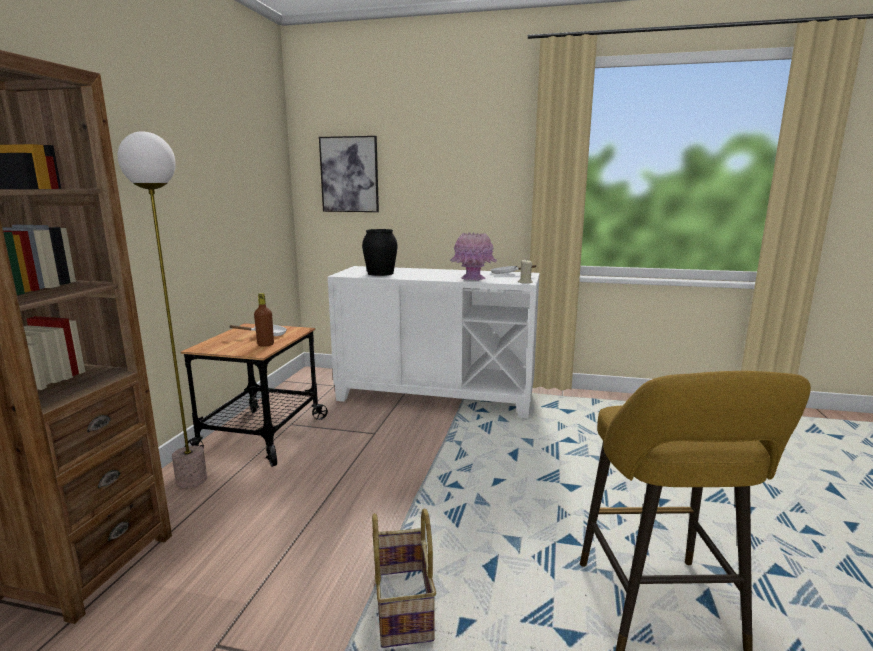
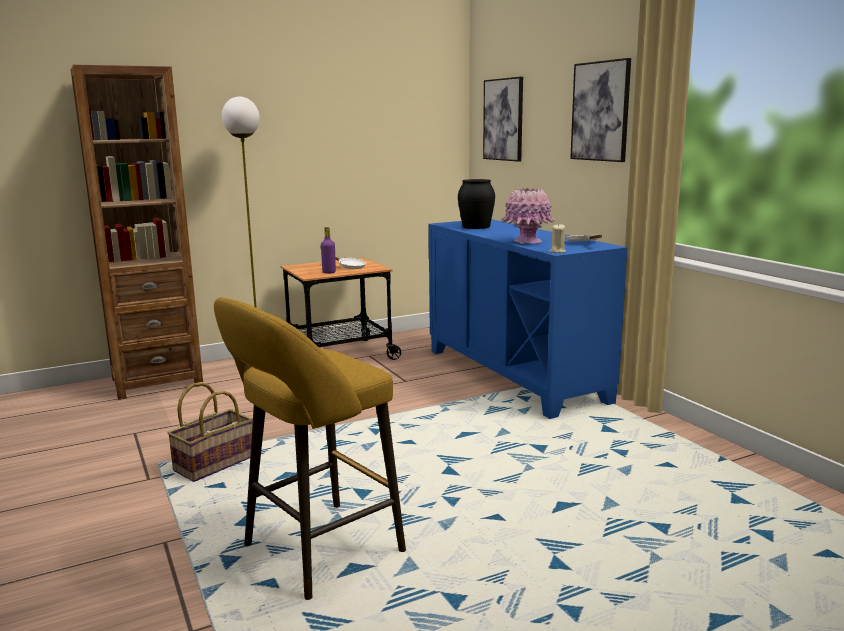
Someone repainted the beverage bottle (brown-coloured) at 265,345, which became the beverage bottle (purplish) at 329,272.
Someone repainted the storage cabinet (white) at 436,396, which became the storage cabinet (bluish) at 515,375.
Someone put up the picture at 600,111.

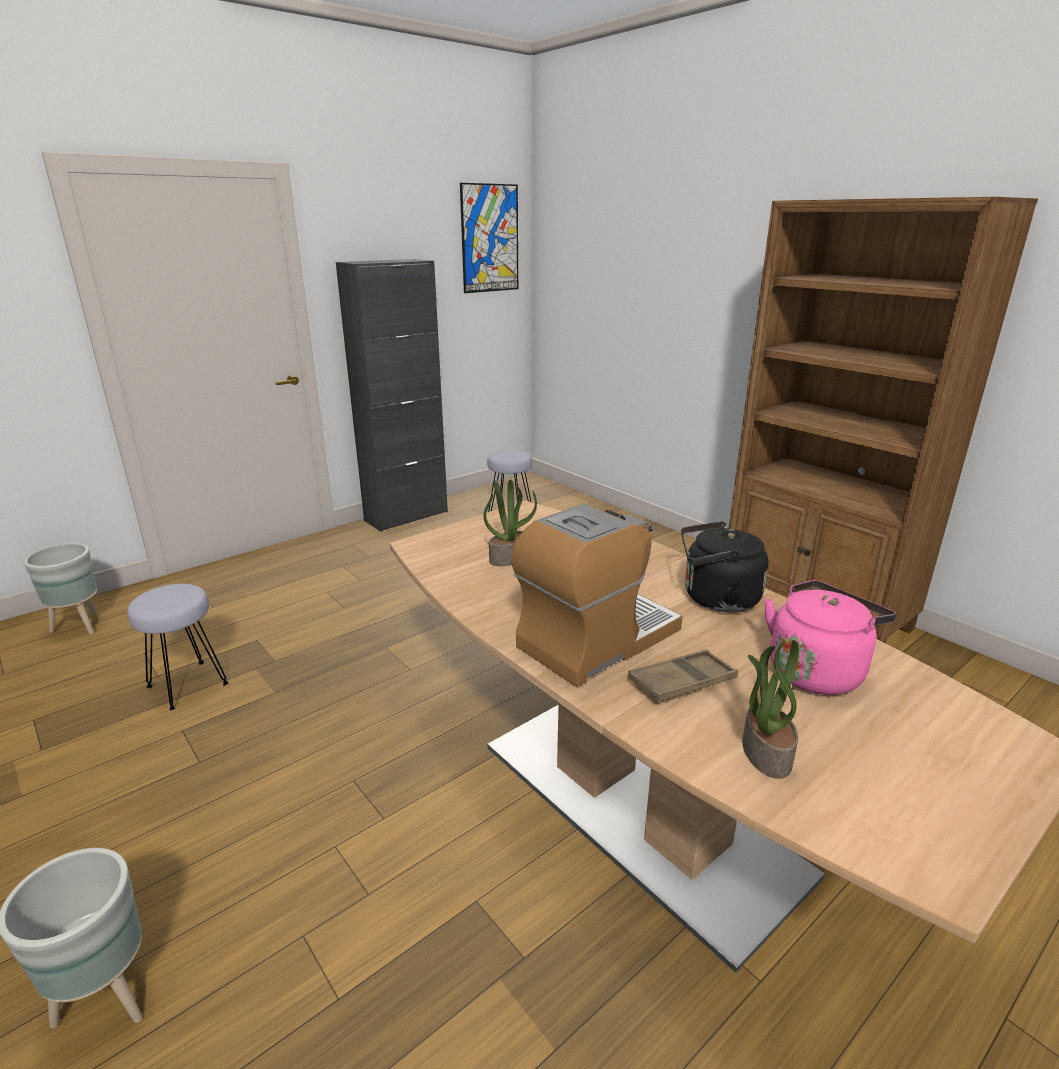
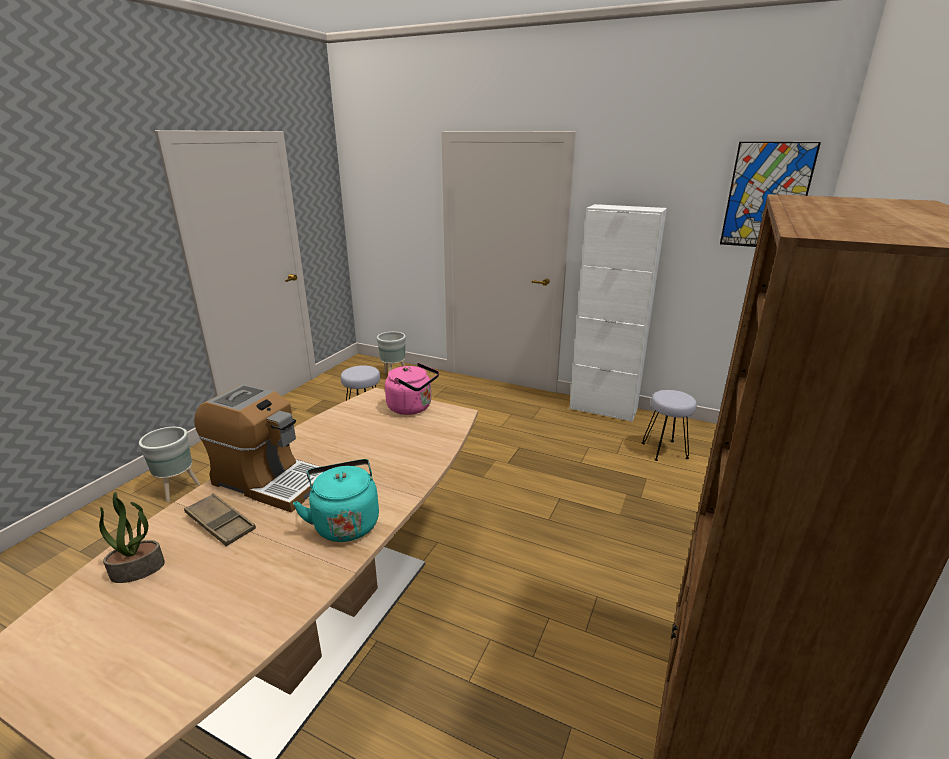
Someone repainted the kettle (black-coloured) at 716,599, which became the kettle (blue-green) at 345,522.
Someone carried the kettle (pink) from 817,670 to 412,408.
Someone repainted the storage cabinet (black-coloured) at 406,516, which became the storage cabinet (white) at 603,409.
Someone took away the potted plant at 510,558.

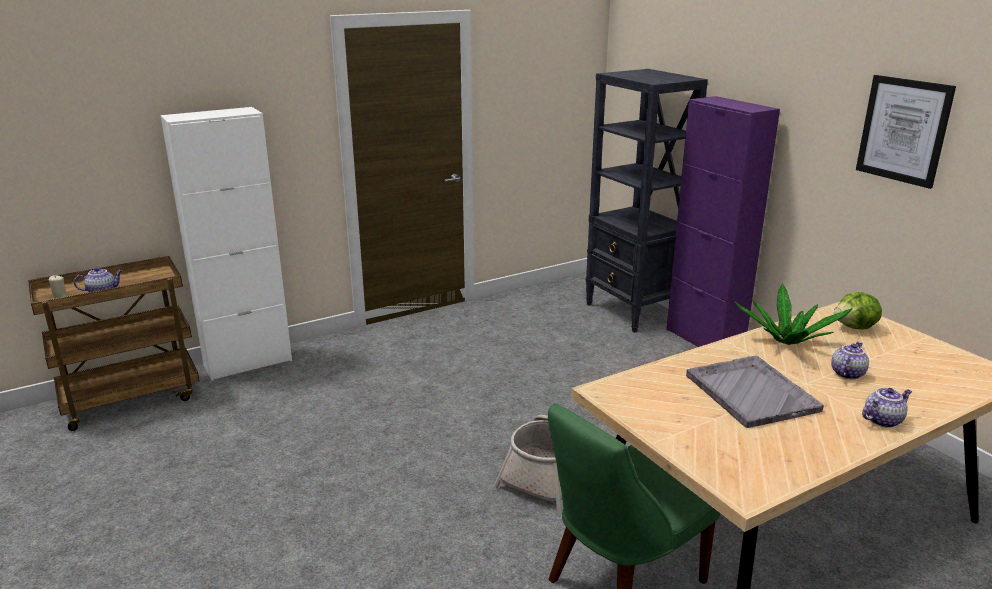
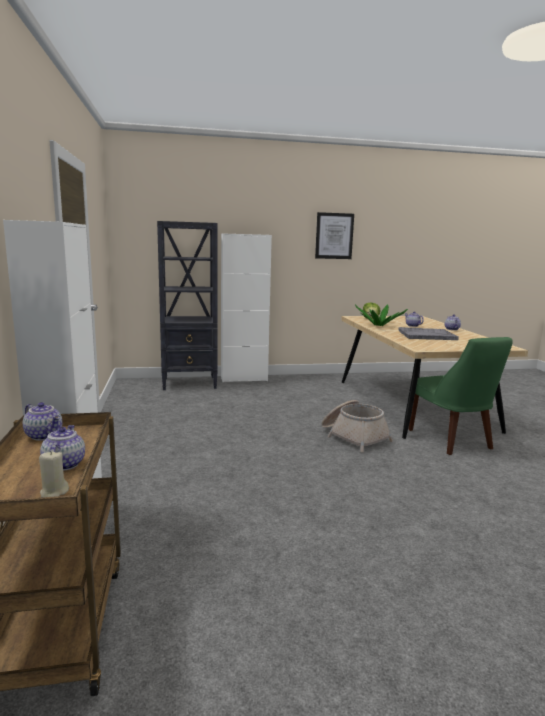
Someone put down the tea pot at 45,435.
Someone repainted the storage cabinet (purplish) at 704,340, which became the storage cabinet (white) at 244,379.

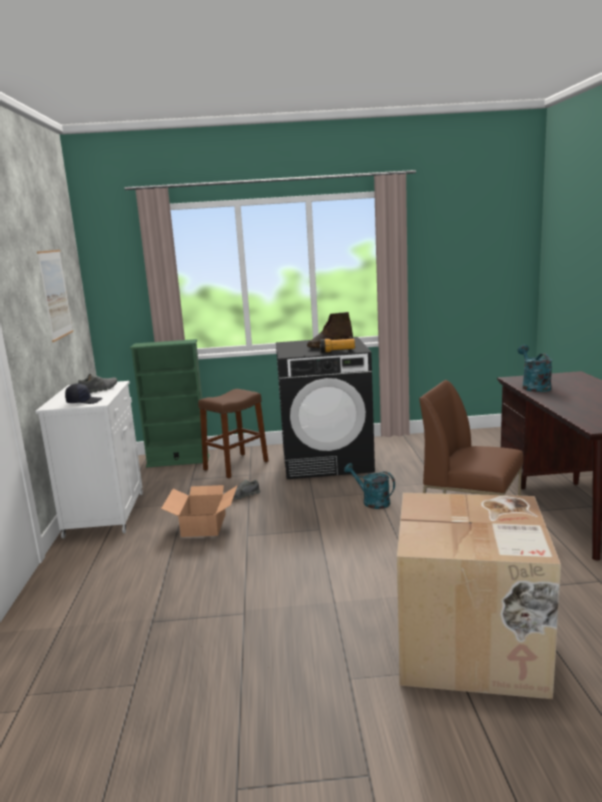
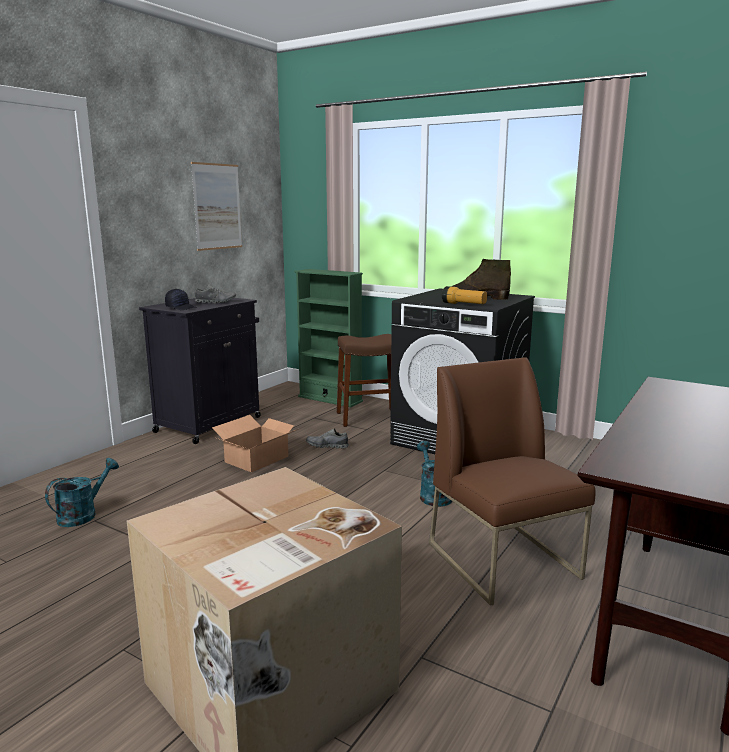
Someone carried the watering can (blue-green) from 533,386 to 83,514.
Someone repainted the storage cabinet (white) at 105,513, which became the storage cabinet (black-coloured) at 210,424.

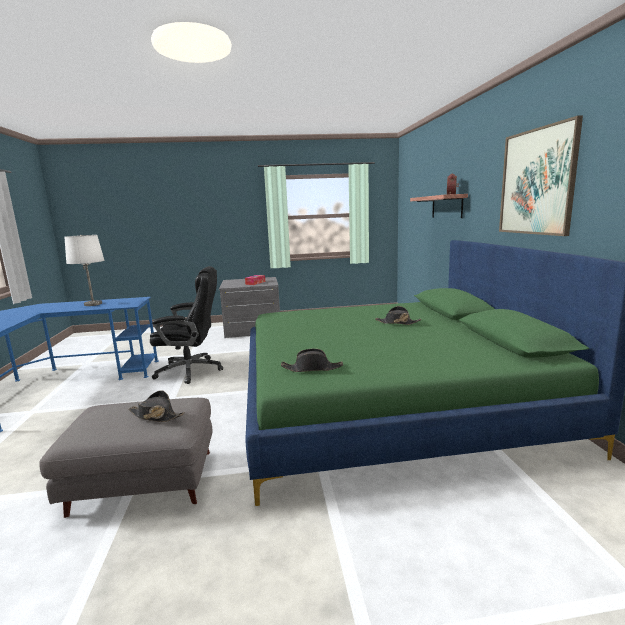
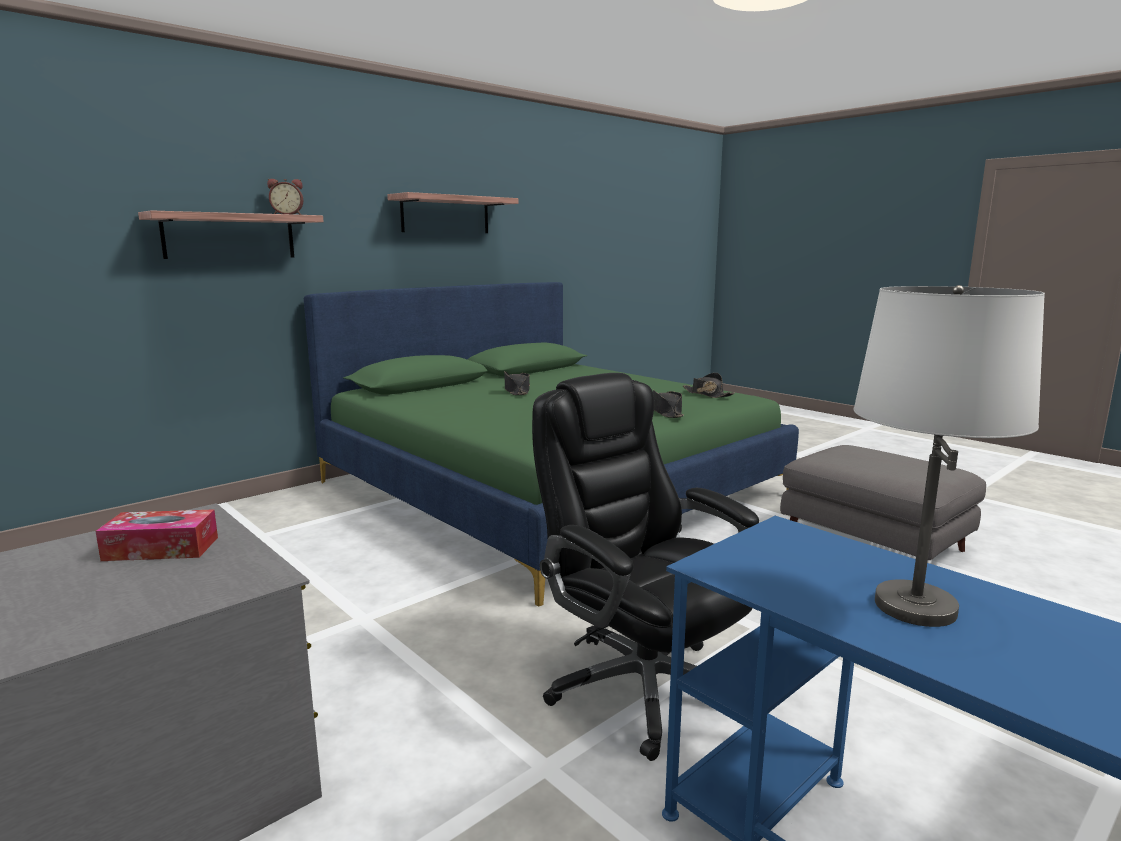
Someone swapped the picture at 536,182 for the bracket shelf at 445,215.
Someone carried the wearable hat (black-coloured) from 156,416 to 666,412.

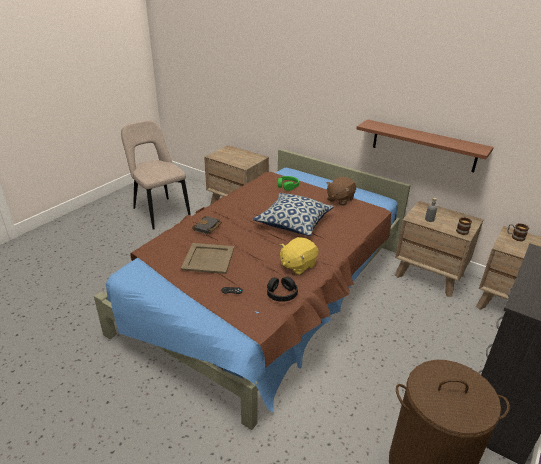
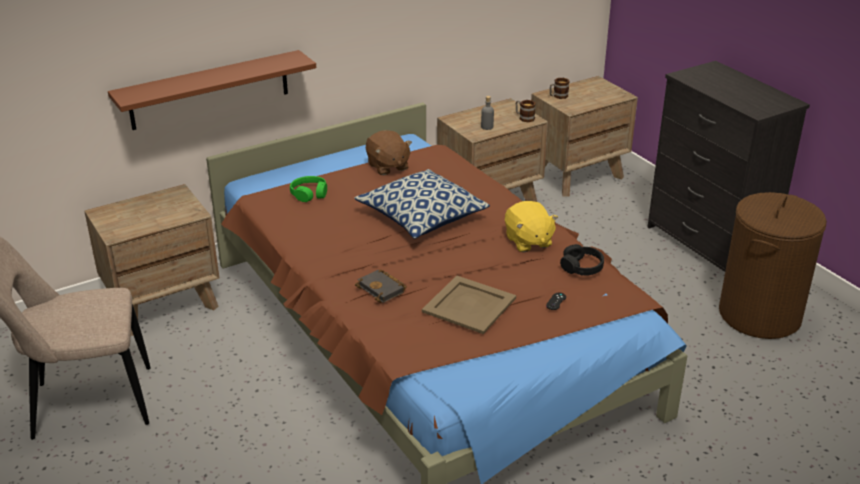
Someone carried the bracket shelf (brown-coloured) from 423,145 to 209,90.

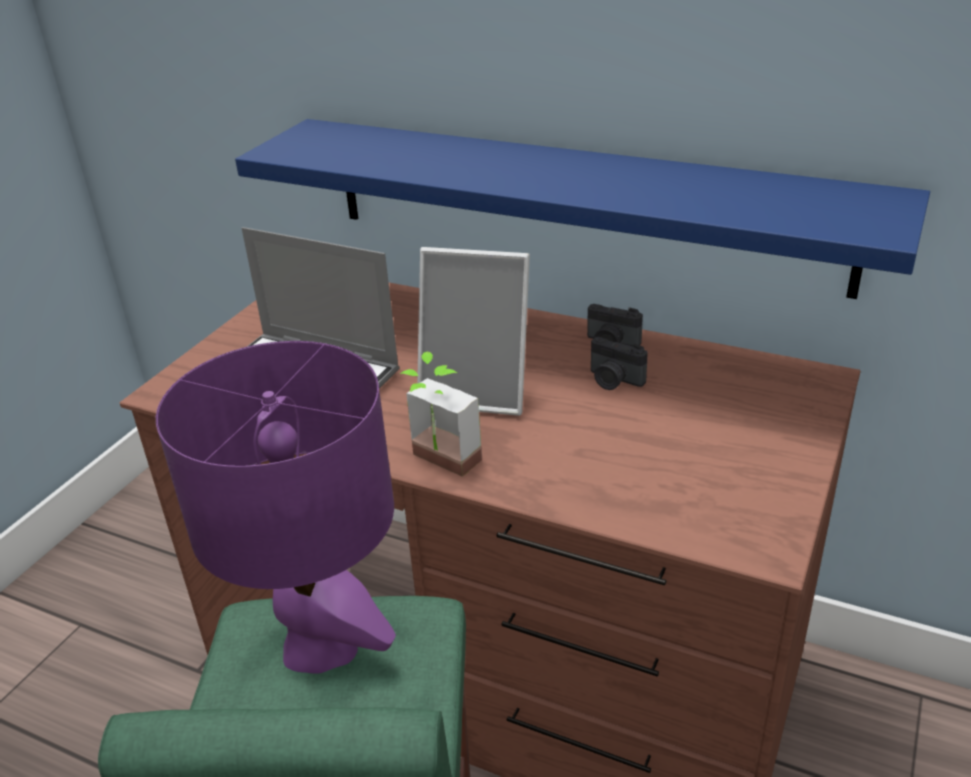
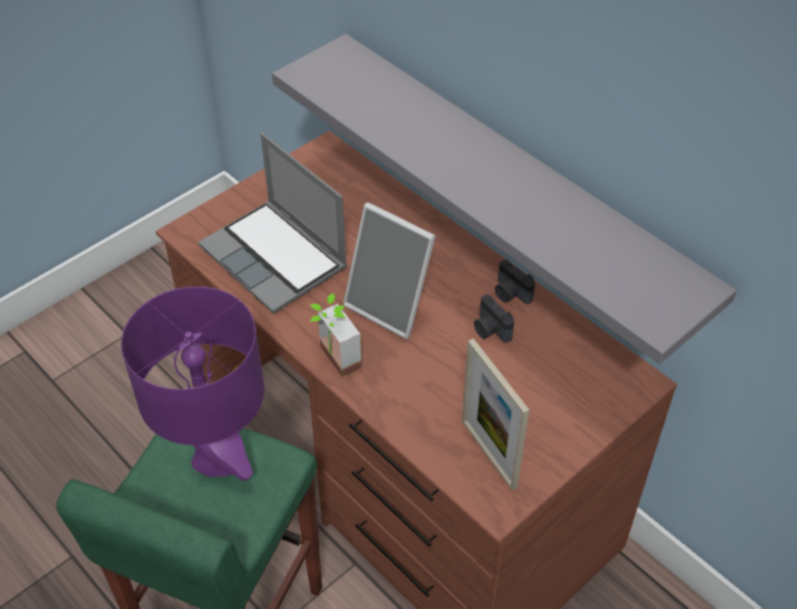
Someone repainted the bracket shelf (bluish) at 578,203, which became the bracket shelf (greyish) at 515,180.
Someone put down the picture frame at 488,453.

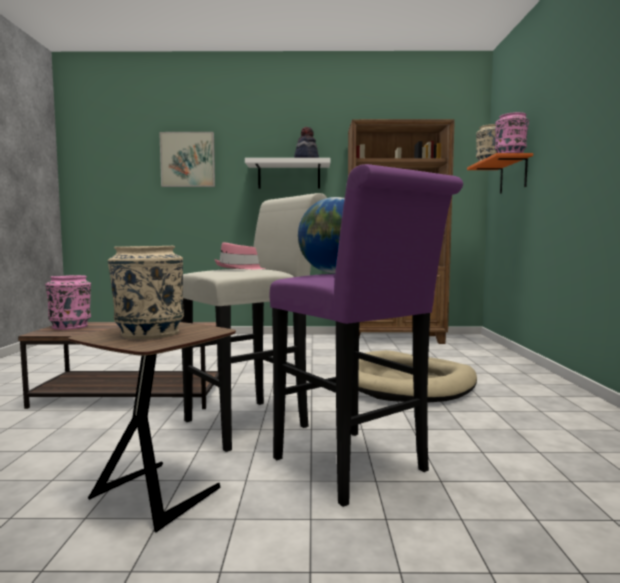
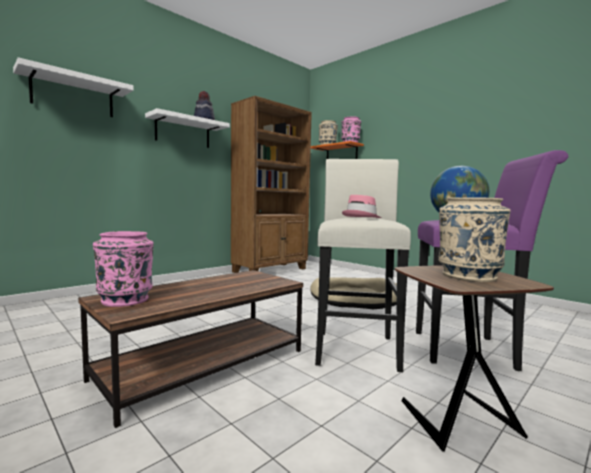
Someone swapped the picture at 187,159 for the bracket shelf (white) at 73,95.

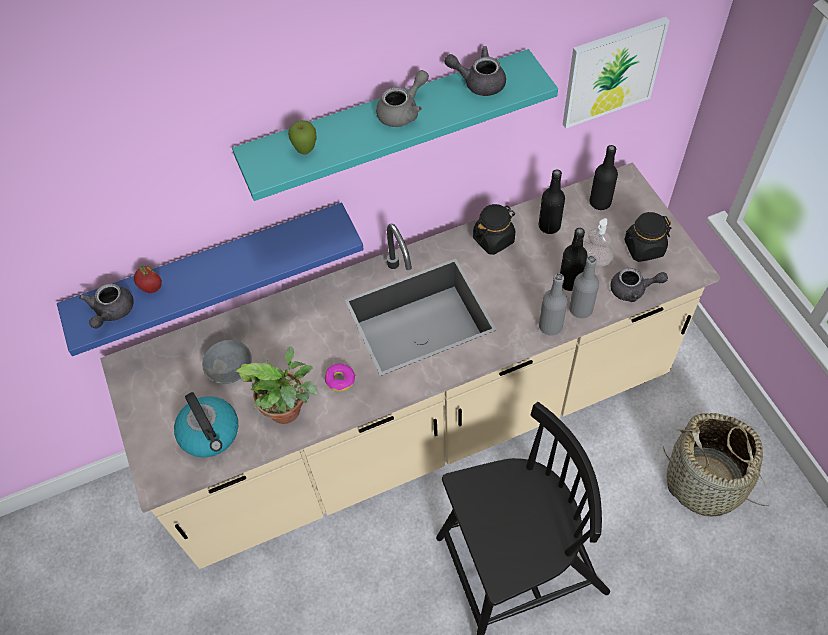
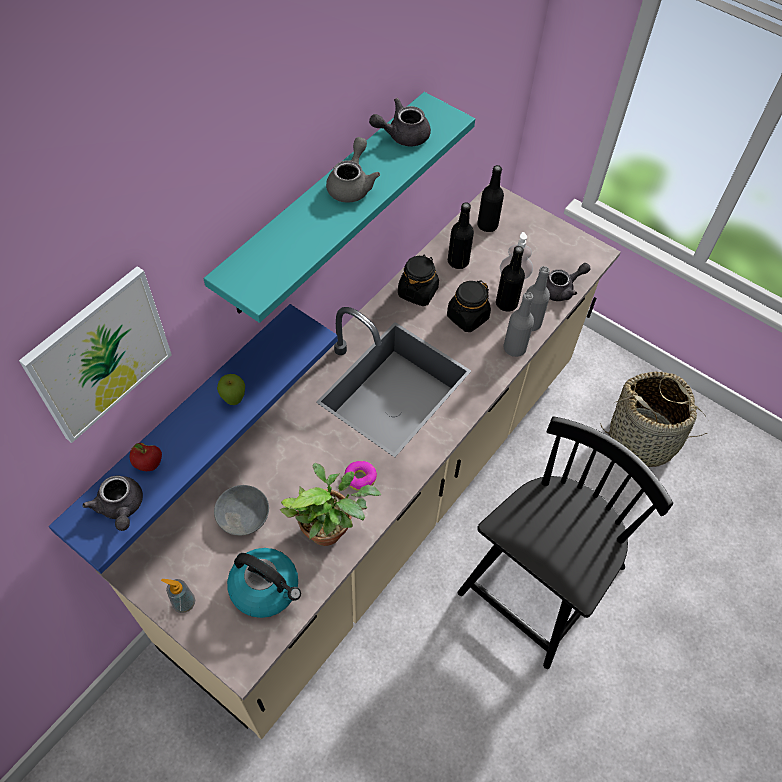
Someone carried the picture from 612,72 to 100,355.
Someone put down the soap dispenser at 184,603.
Someone carried the apple from 306,151 to 234,400.
Someone carried the preserve jar (black-coloured) from 643,248 to 467,317.

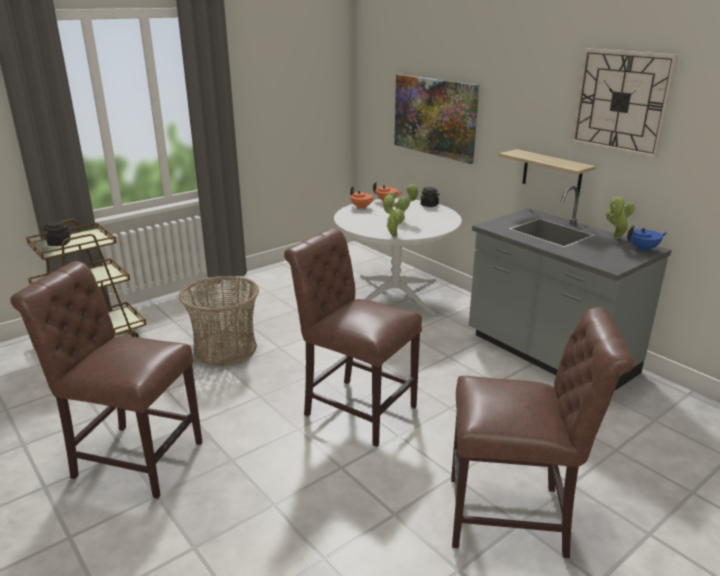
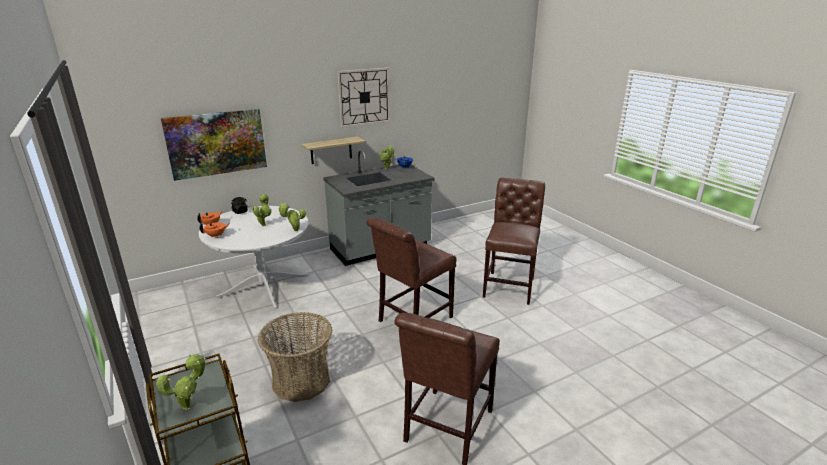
Someone swapped the preserve jar (black-coloured) at 59,243 for the potted plant at 189,405.

